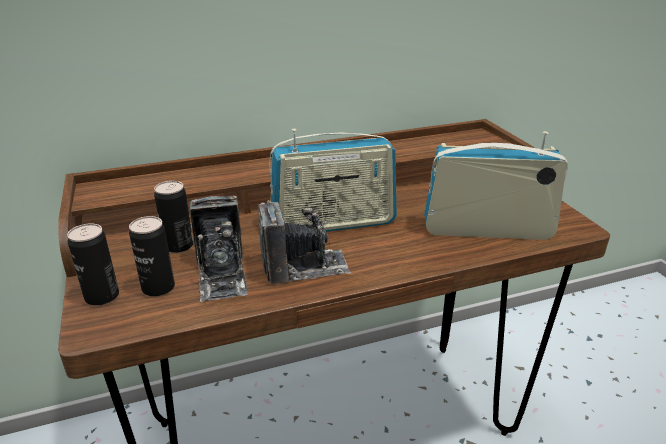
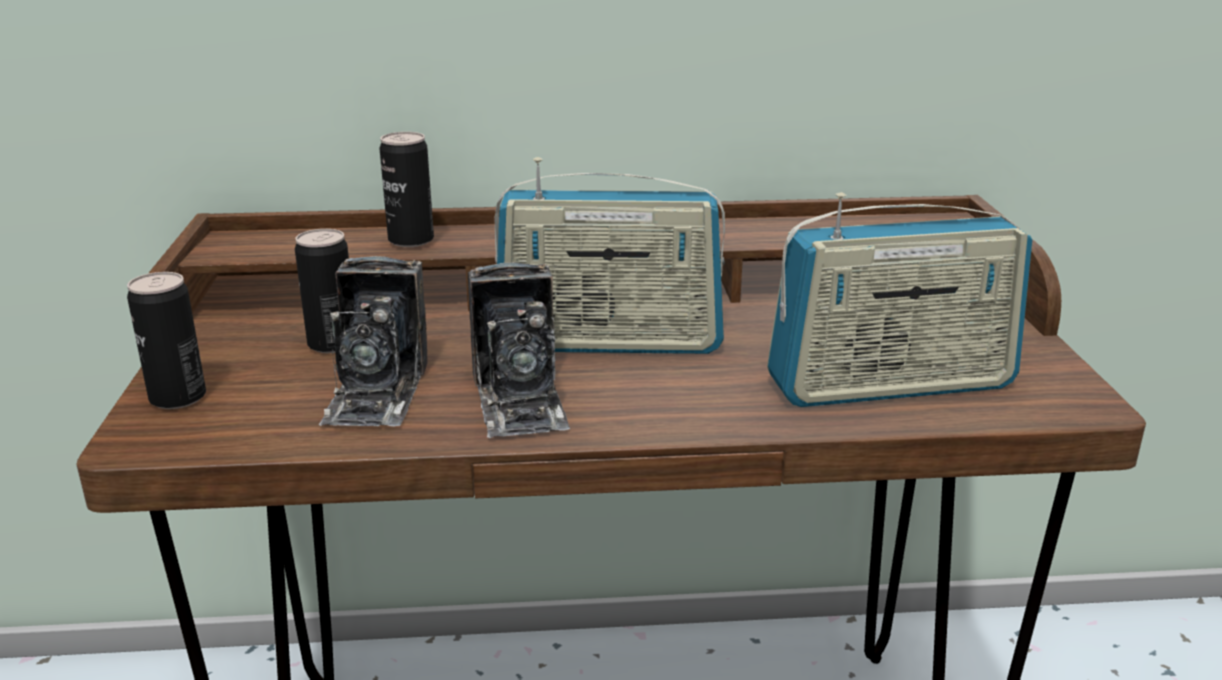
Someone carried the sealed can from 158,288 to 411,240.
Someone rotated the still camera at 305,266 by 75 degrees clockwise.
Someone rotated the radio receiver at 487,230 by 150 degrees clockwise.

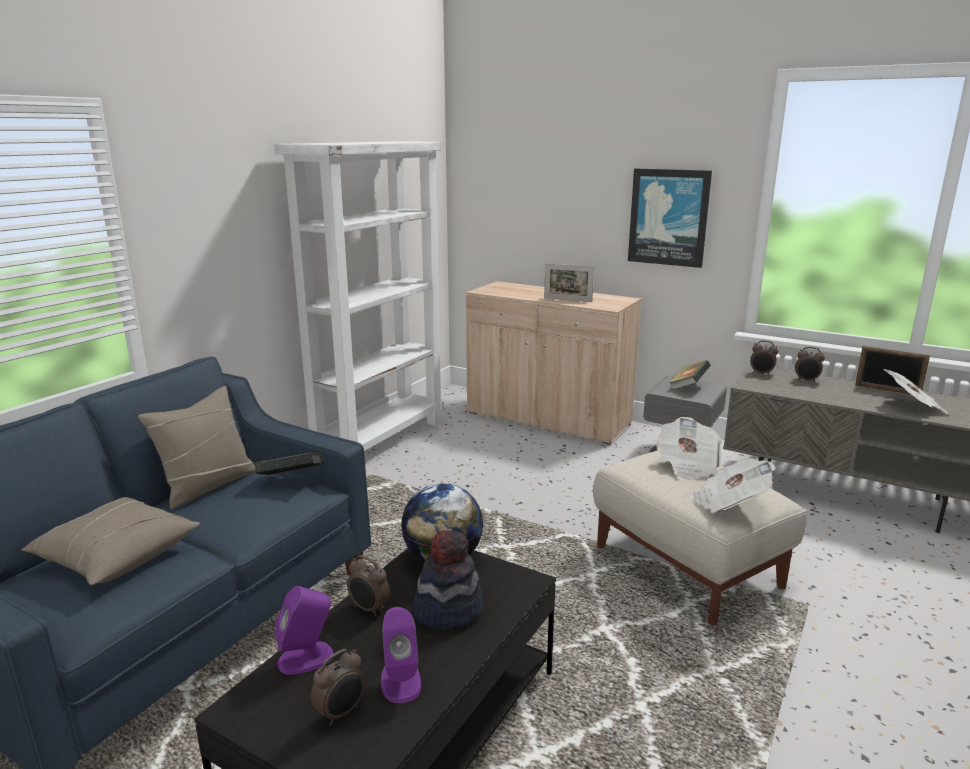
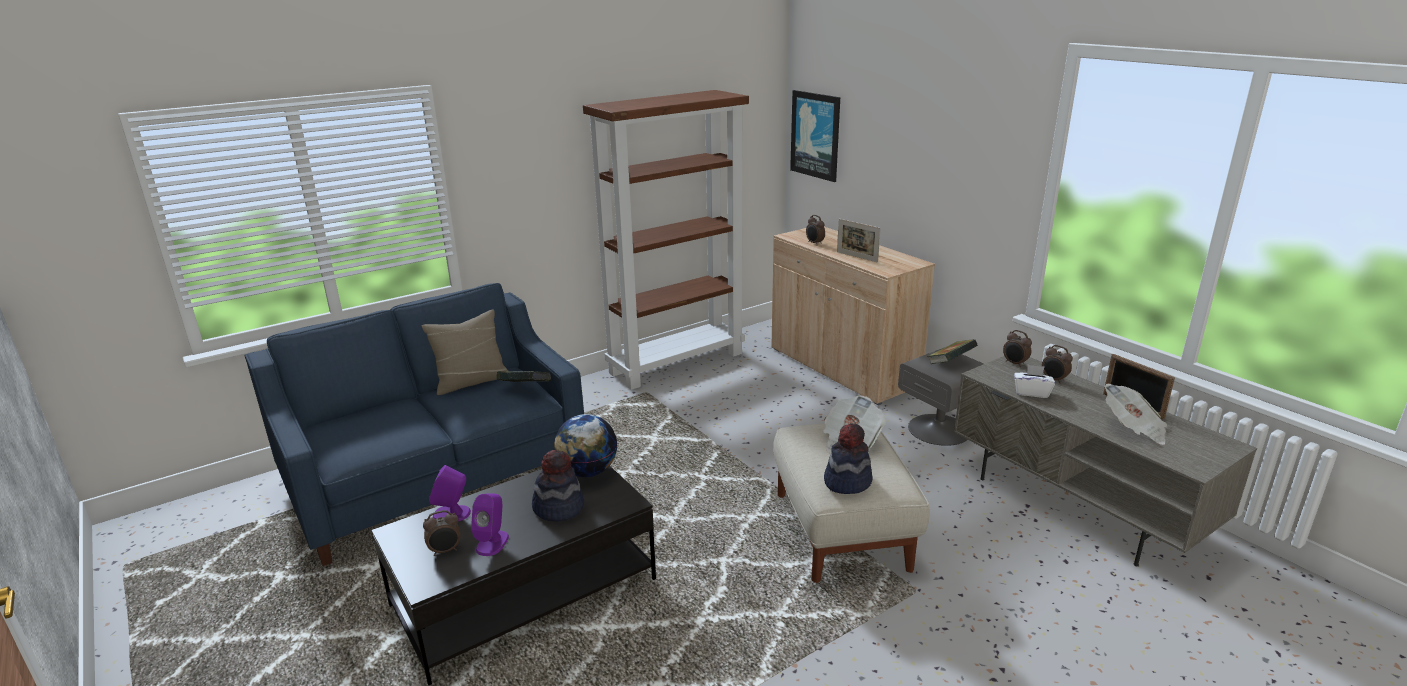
Someone repainted the bookshelf (white) at 380,440, which became the bookshelf (brown-coloured) at 677,362.
Someone carried the picture from 668,217 to 815,135.
Someone carried the table clock from 369,609 to 814,243.
Someone swapped the printed paper at 728,503 for the wearable hat at 847,481.
Someone put down the tissue holder (white) at 1031,392.
Someone took away the pillow (beige-coloured) at 117,556.

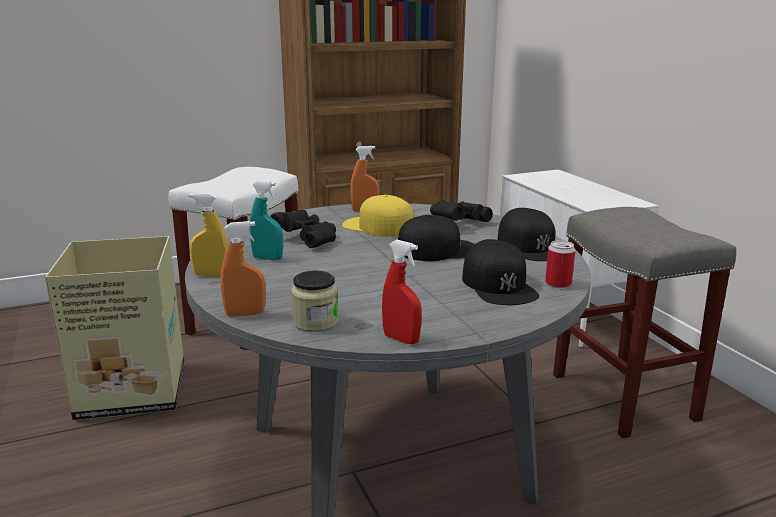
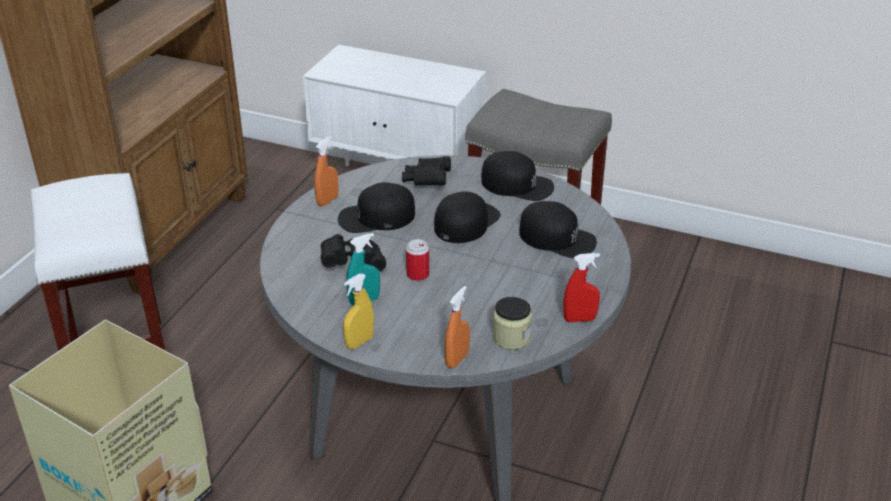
Someone repainted the peaked cap (yellowish) at 378,226, which became the peaked cap (black-coloured) at 376,217.
Someone carried the sealed can from 558,284 to 418,275.

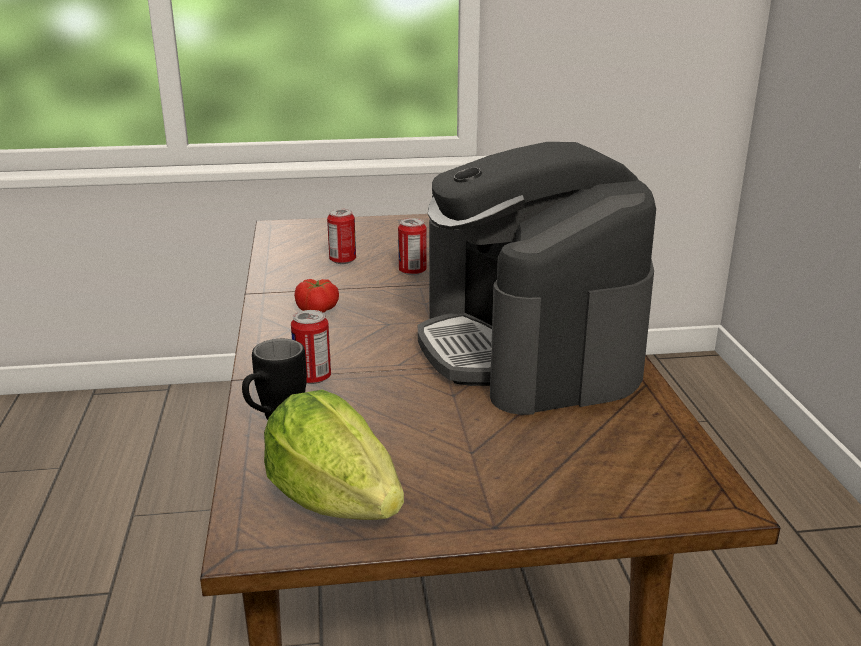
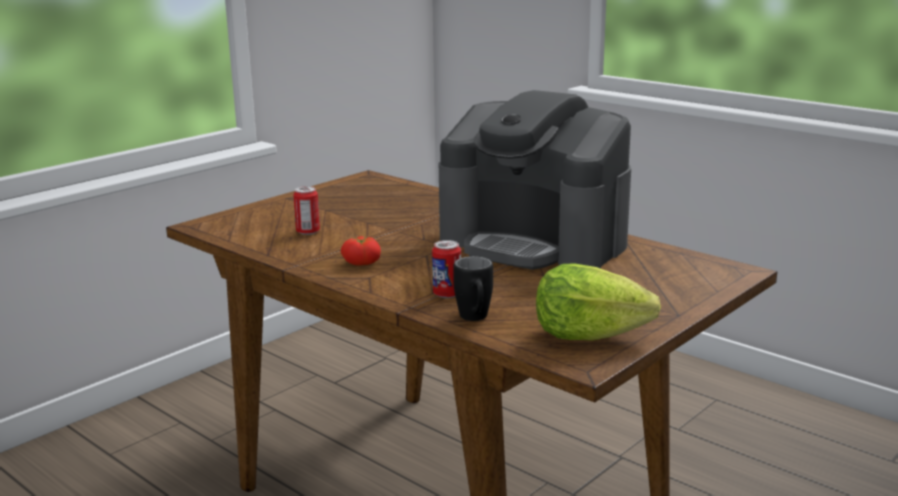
Someone took away the sealed can at 412,271.

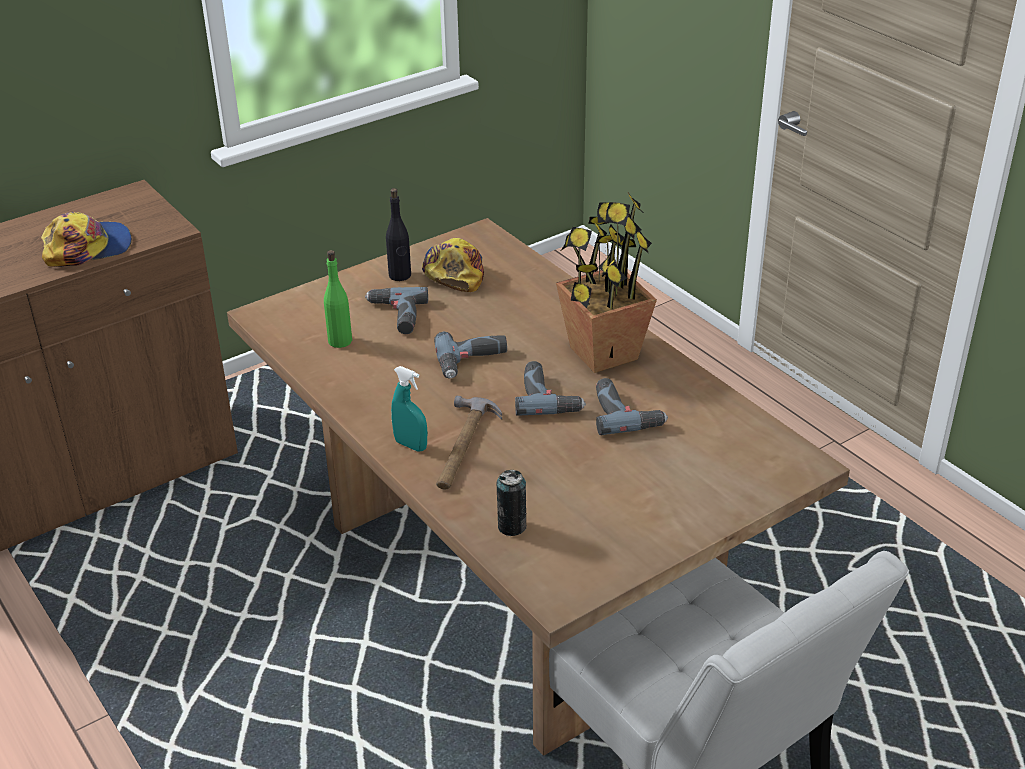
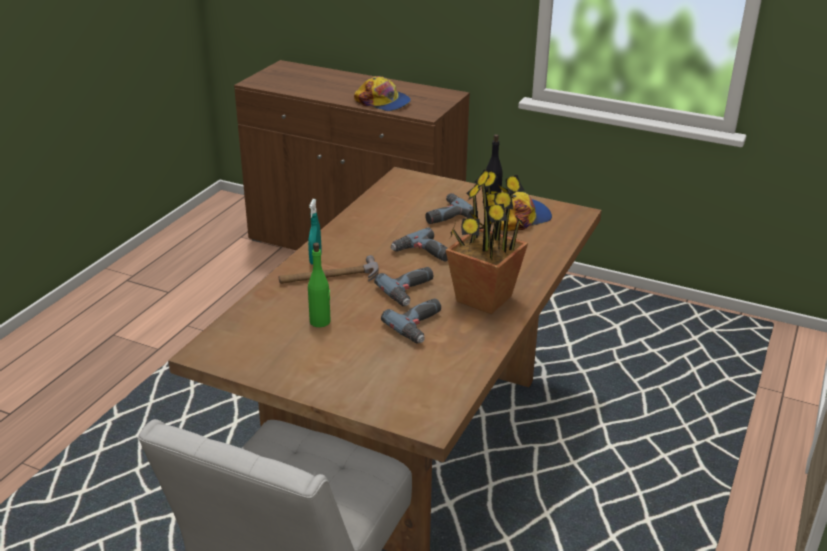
Someone carried the beverage bottle (green-coloured) from 340,341 to 320,321.
Someone took away the sealed can at 512,526.

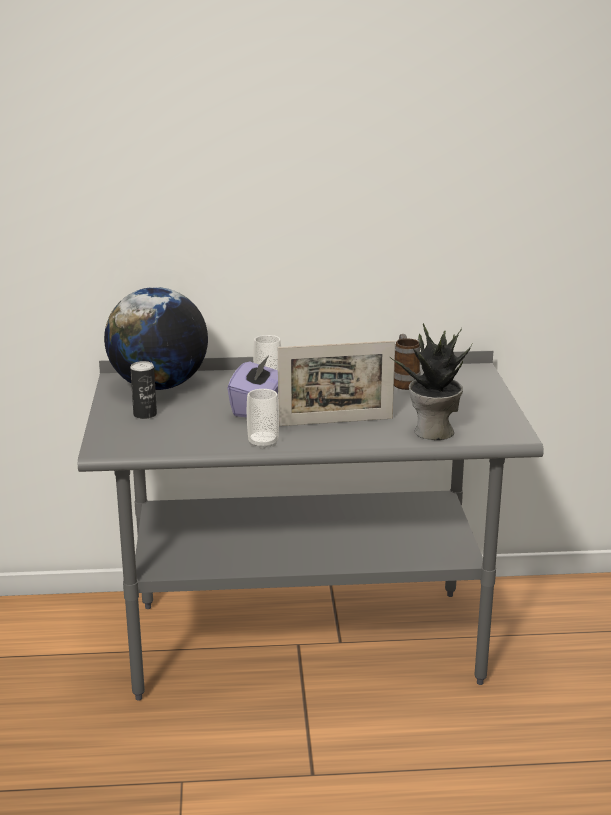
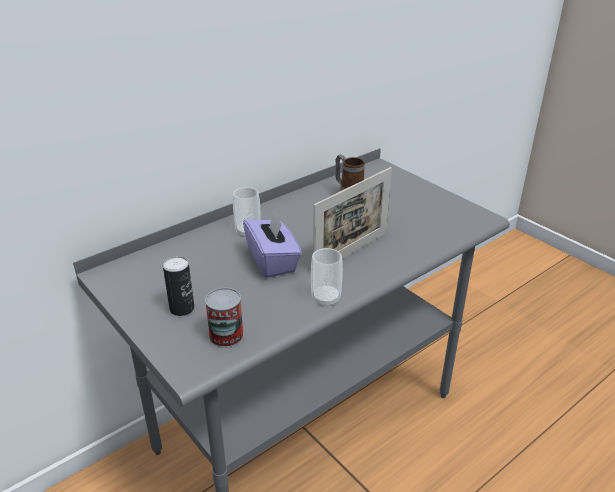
Someone put down the sealed can at 226,335.
Someone took away the globe at 159,386.
Someone took away the potted plant at 432,432.

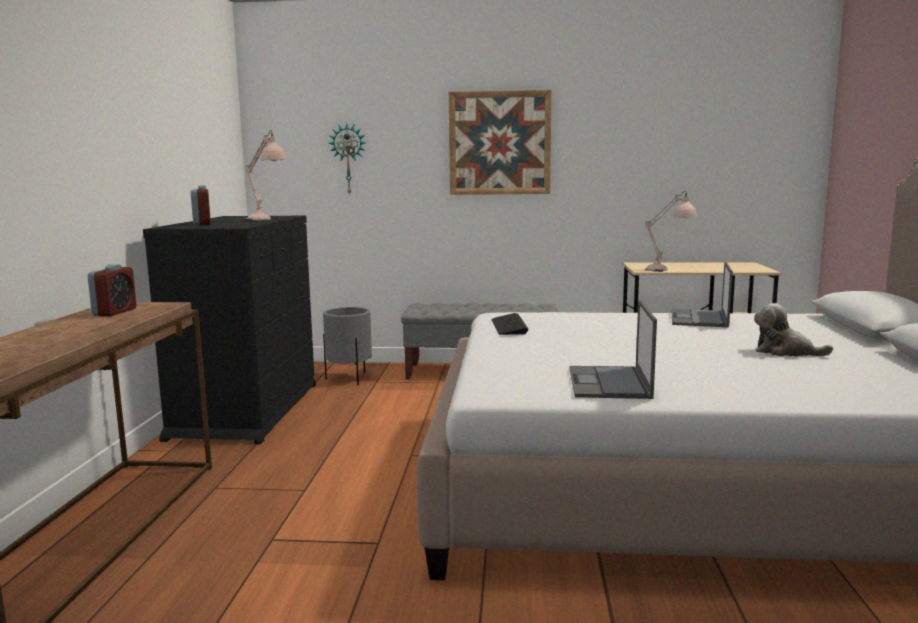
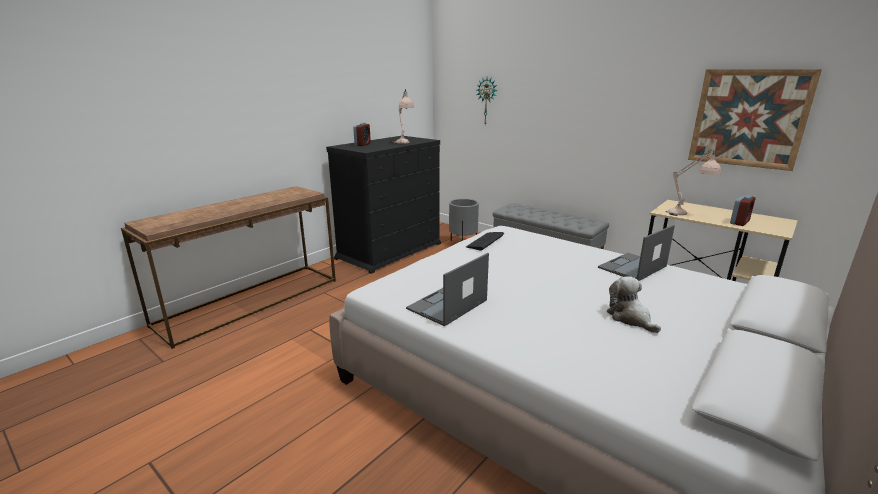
Someone carried the picture from 499,143 to 748,118.
Someone carried the table clock from 115,312 to 739,222.

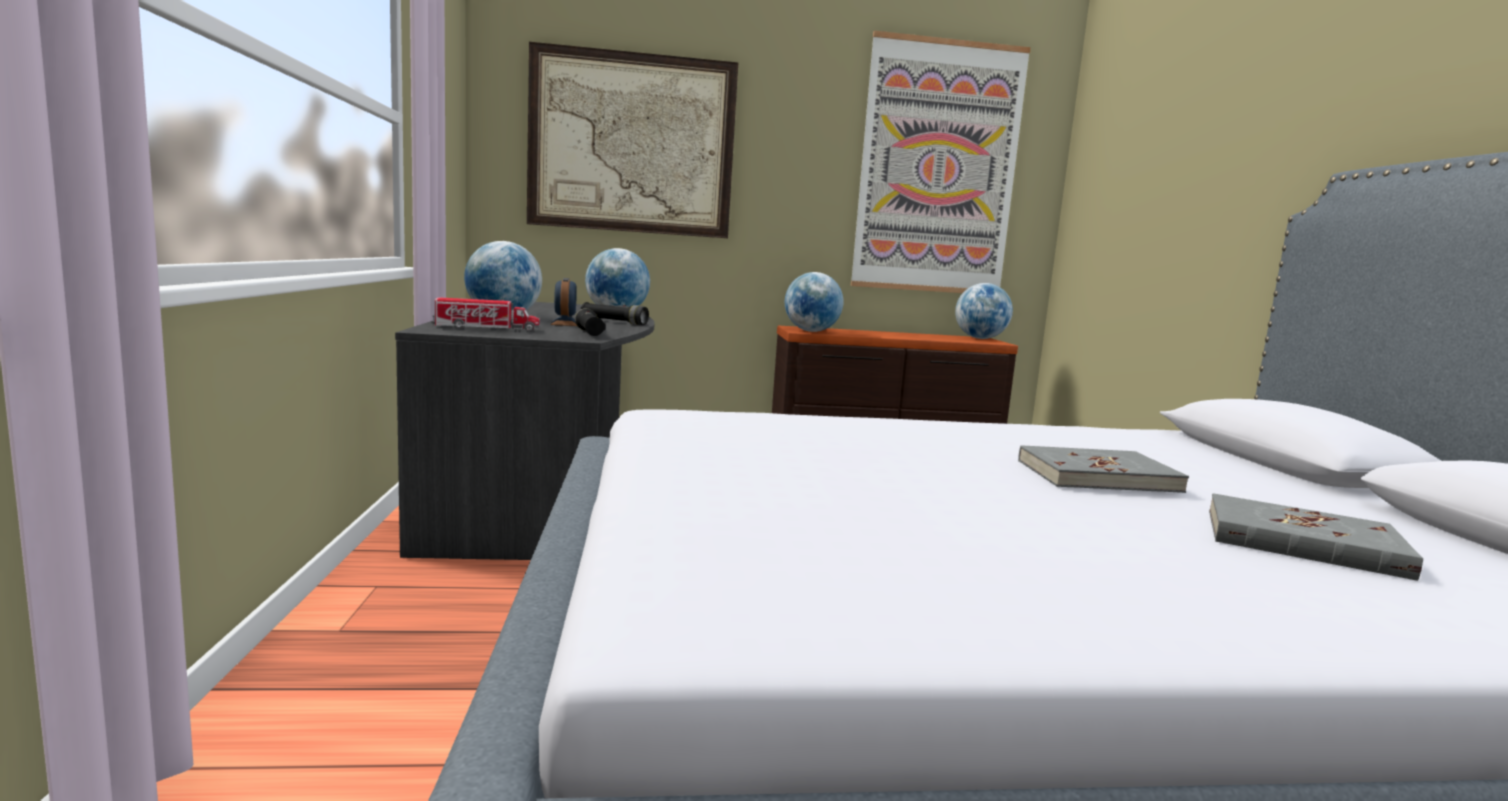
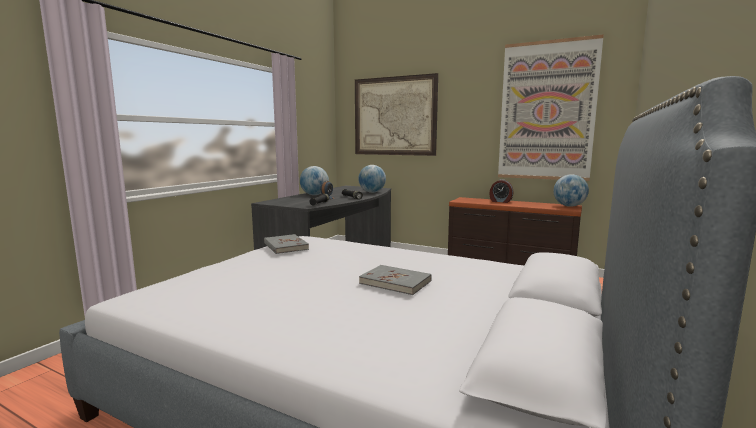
Someone carried the bound book (greyish) from 1302,543 to 285,246.
Someone put down the table clock at 500,201.
Someone took away the toy lorry at 486,329.
Someone took away the globe at 811,331.

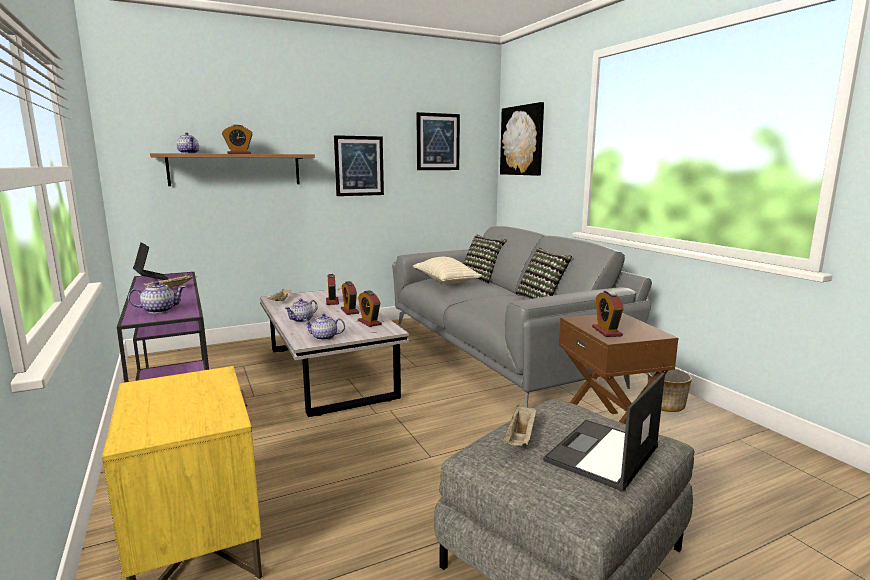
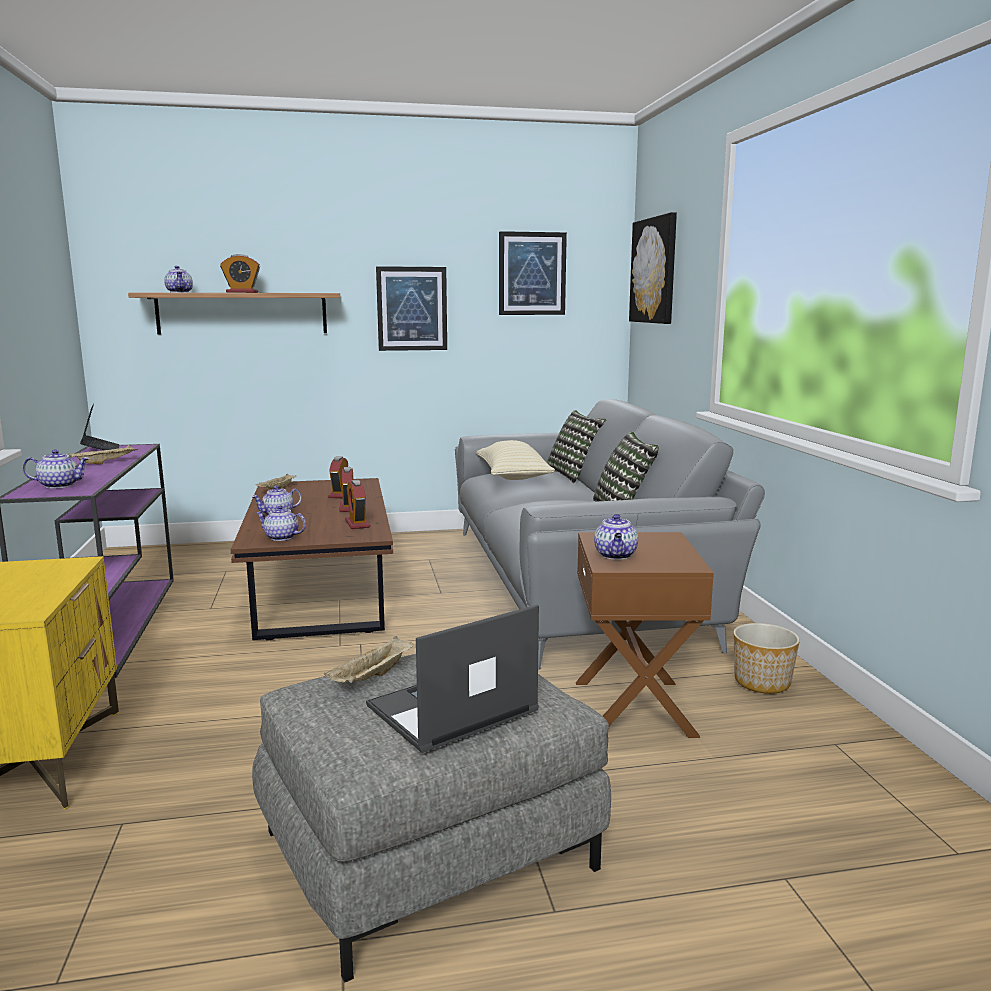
Someone repainted the lounge table (white) at 328,372, which became the lounge table (brown-coloured) at 321,589.
Someone swapped the table clock at 606,331 for the tea pot at 616,555.

